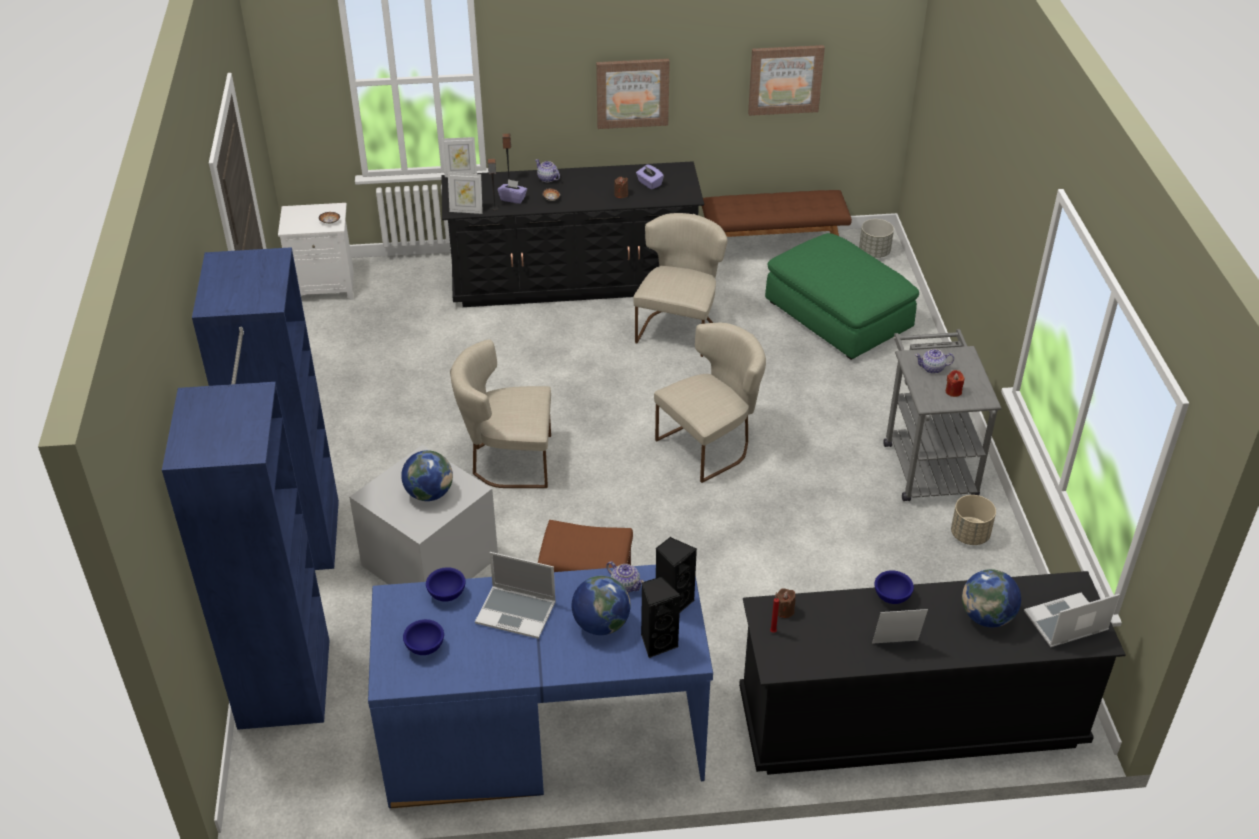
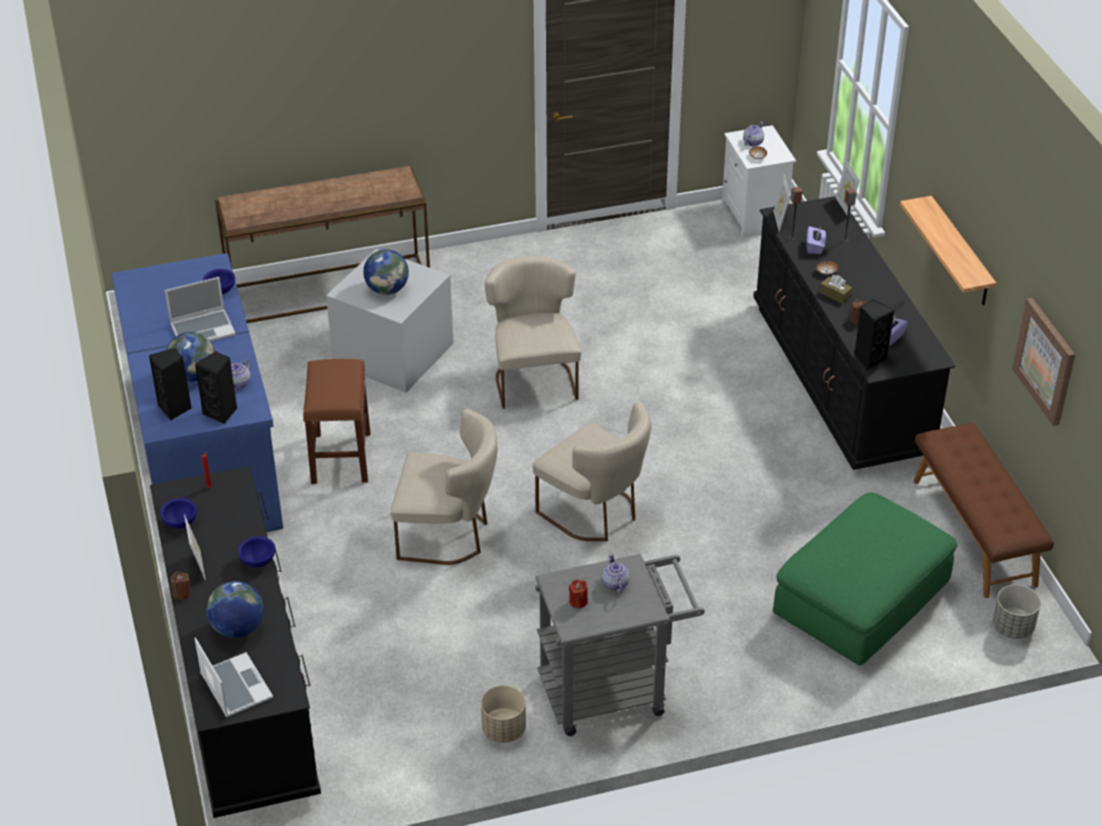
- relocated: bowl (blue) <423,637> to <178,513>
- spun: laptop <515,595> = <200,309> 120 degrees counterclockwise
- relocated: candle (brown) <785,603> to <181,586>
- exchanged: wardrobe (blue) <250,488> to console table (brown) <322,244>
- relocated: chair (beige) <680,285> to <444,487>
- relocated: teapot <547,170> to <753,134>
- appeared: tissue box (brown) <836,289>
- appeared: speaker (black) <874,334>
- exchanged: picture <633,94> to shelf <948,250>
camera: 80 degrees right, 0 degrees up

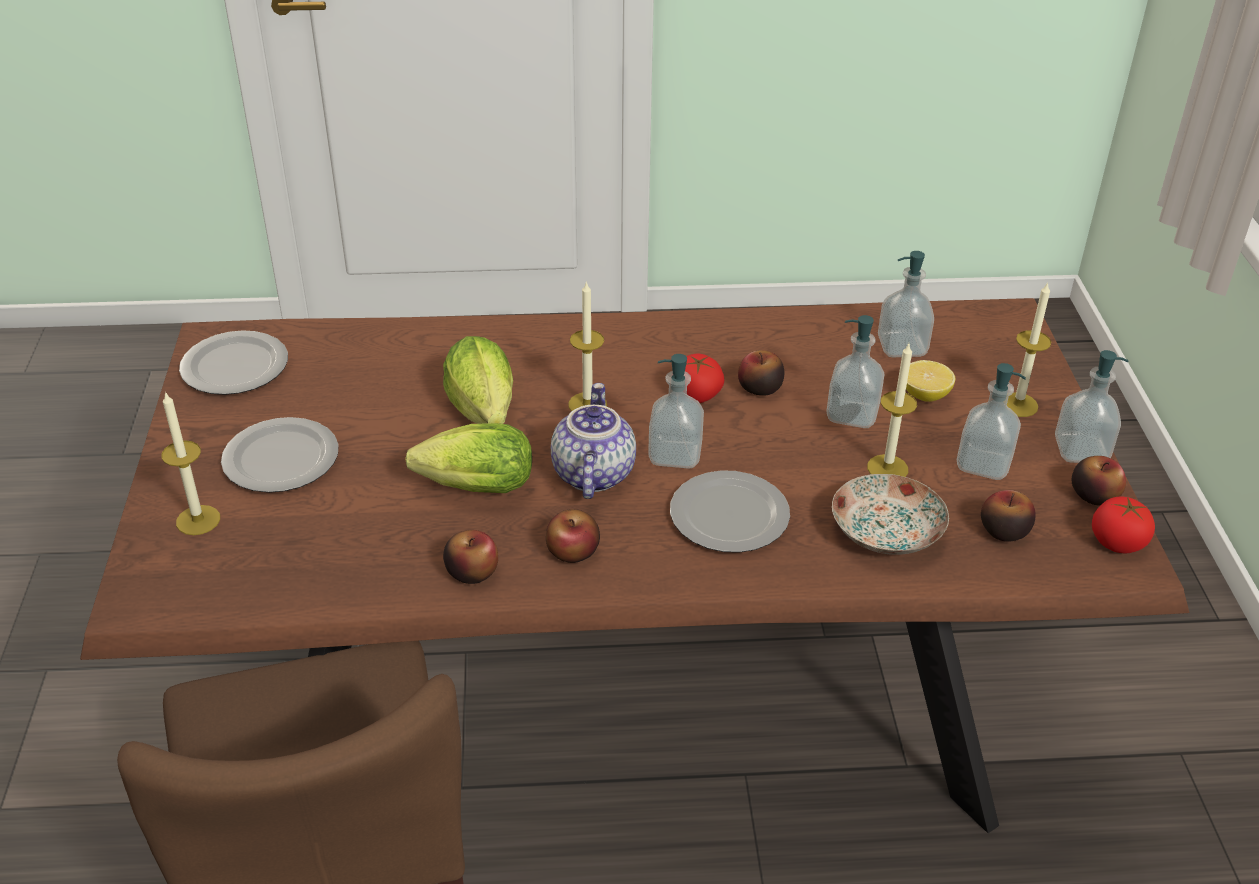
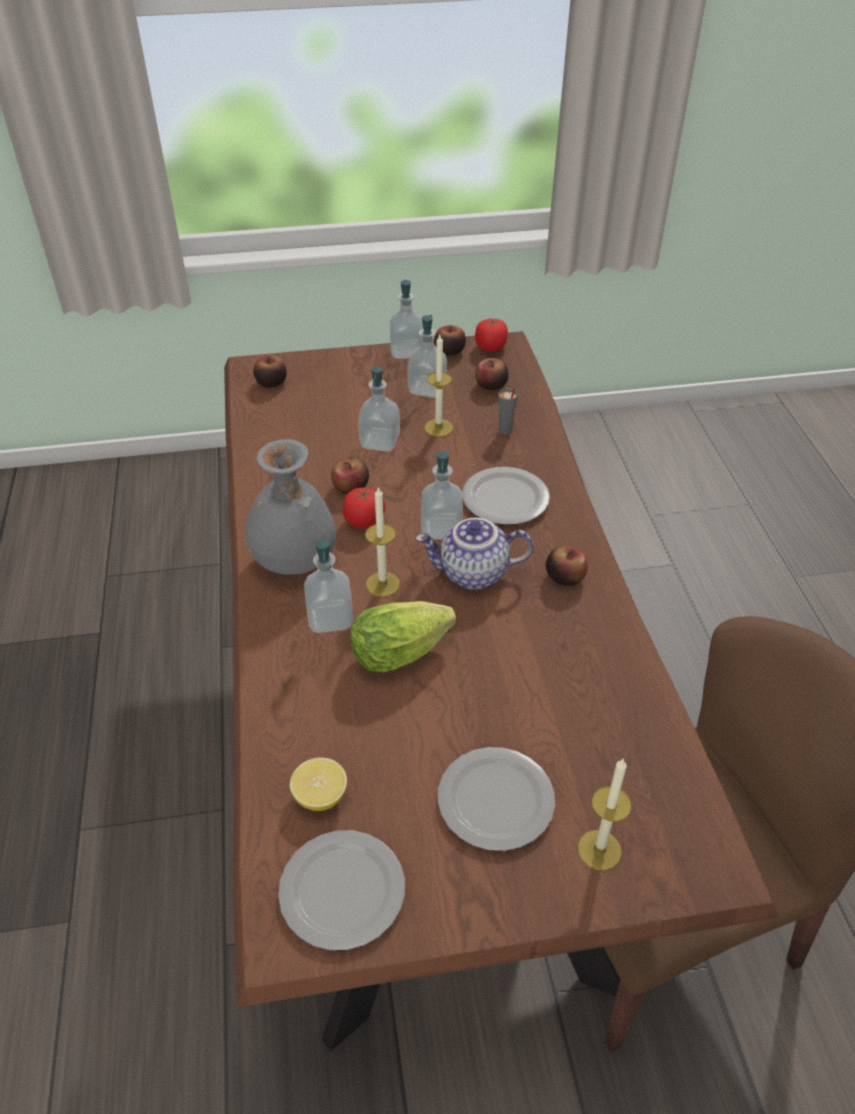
- appeared: vase (grey) <290,507>
- relocated: apple <470,557> to <270,372>
- relocated: lemon <930,381> to <318,784>
- relocated: soap dispenser <906,304> to <329,586>
- exchanged: plate <890,514> to cup (grey) <508,411>
- missing: lettuce <468,458>
- missing: candle <1029,349>
camera: 95 degrees left, 5 degrees up

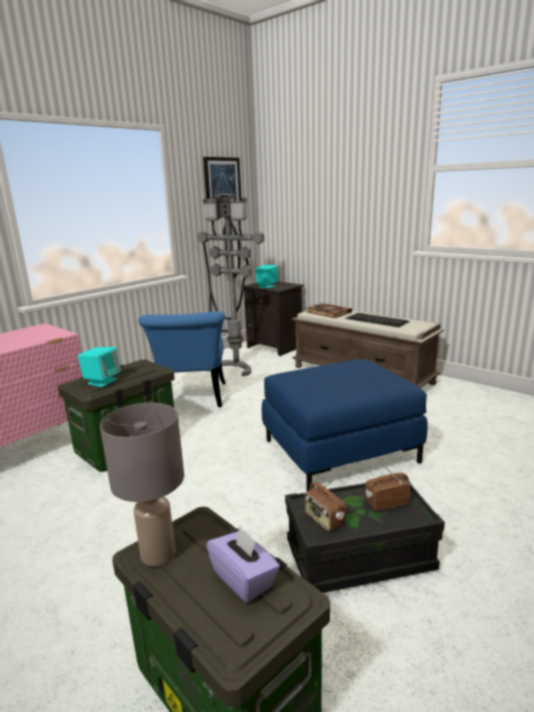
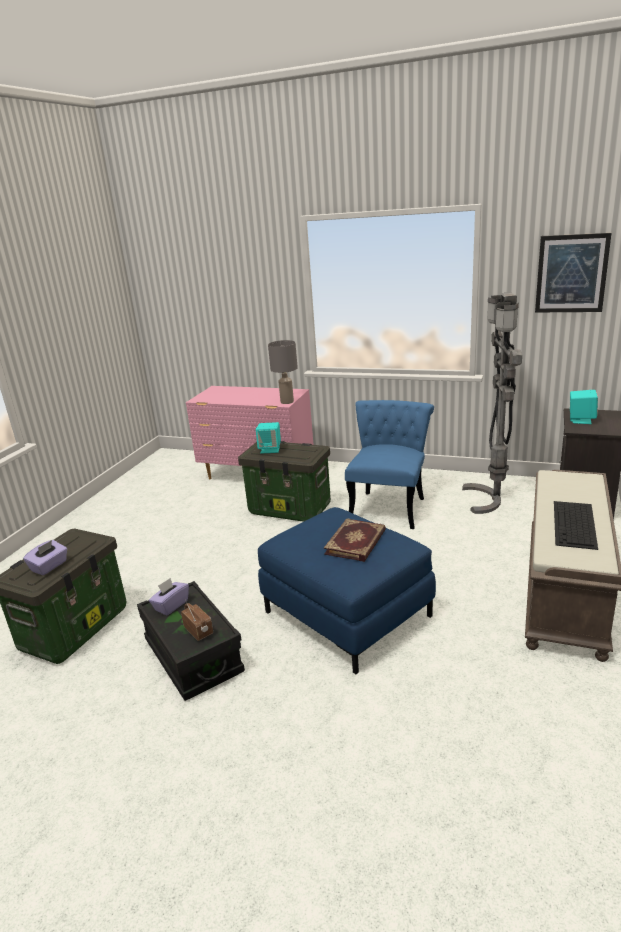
- exchanged: radio <325,505> to tissue box (purple) <169,597>
- relocated: table lamp (grey) <142,484> to <283,372>
- relocated: book <329,310> to <355,540>
- spun: chair (blue) <182,359> = <389,464> 135 degrees clockwise
camera: 70 degrees right, 5 degrees up

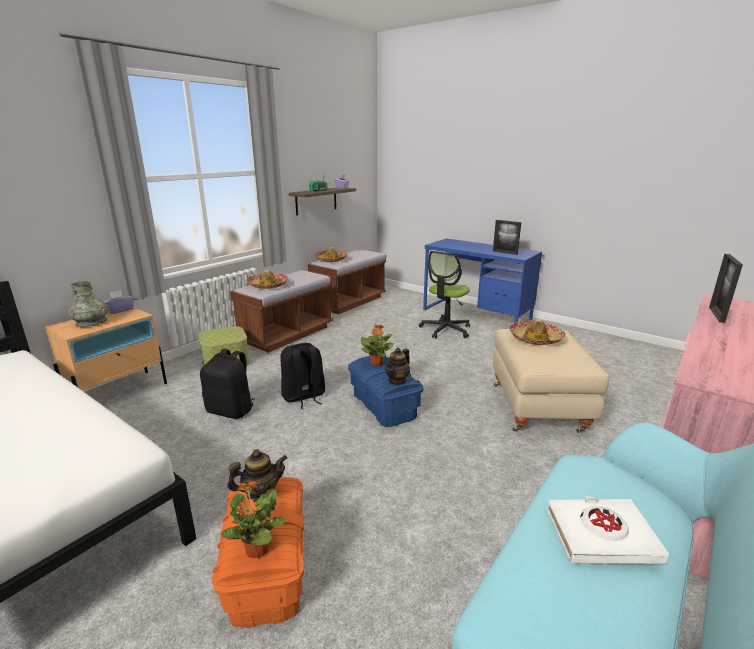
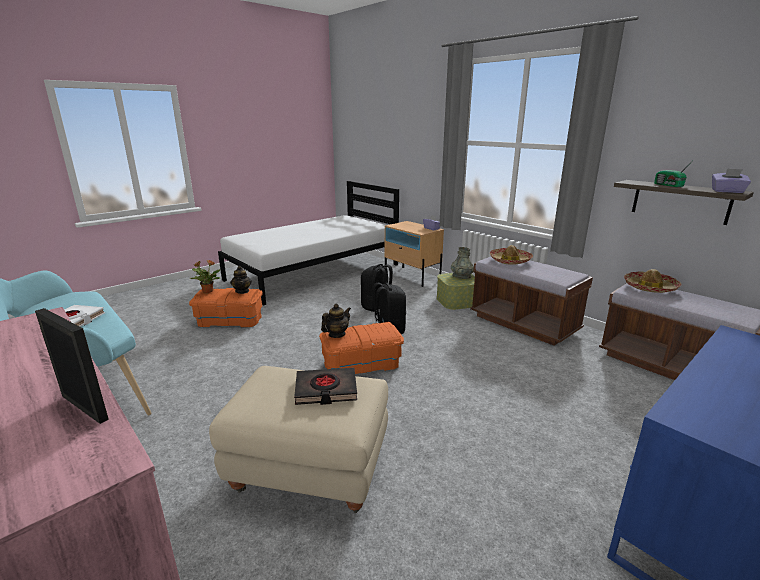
- exchanged: hat <537,332> to book (black) <325,386>
- colour: storage box (blue) <386,391> to storage box (orange) <361,348>
- spun: teapot <397,366> = <336,321> 90 degrees clockwise
- relocated: vase (grey) <88,304> to <462,263>
- missing: potted plant <377,345>
- missing: office chair <444,295>
- missing: picture frame <507,237>
camera: 100 degrees right, 0 degrees up

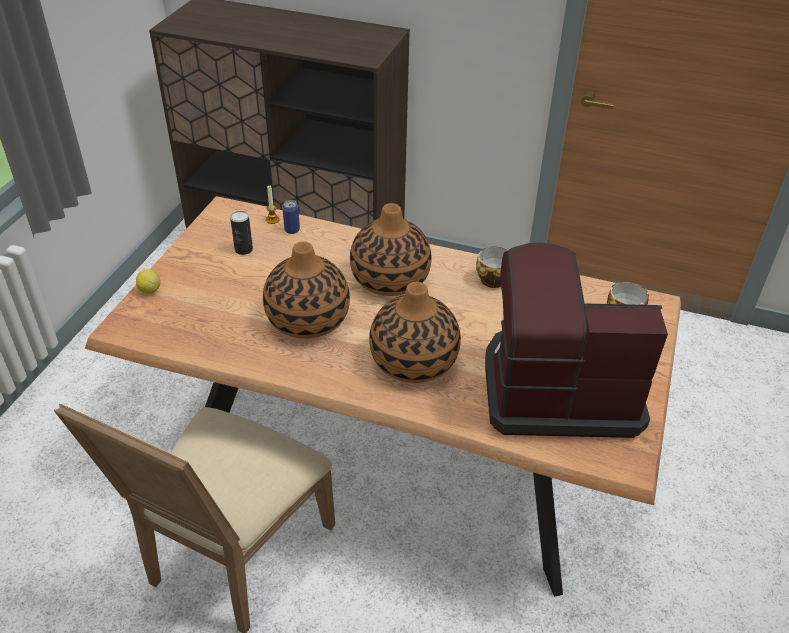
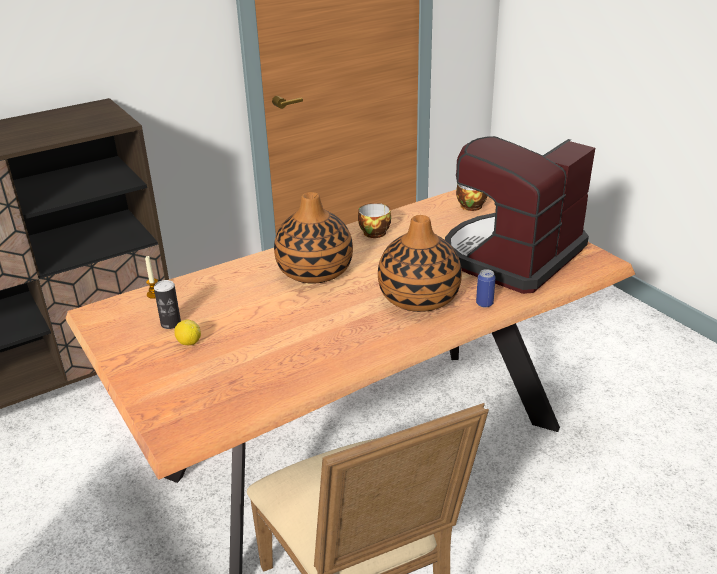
- relocated: lemon <148,281> to <187,332>
- relocated: can <291,217> to <486,288>
- missing: vase <306,290>
camera: 50 degrees left, 10 degrees down

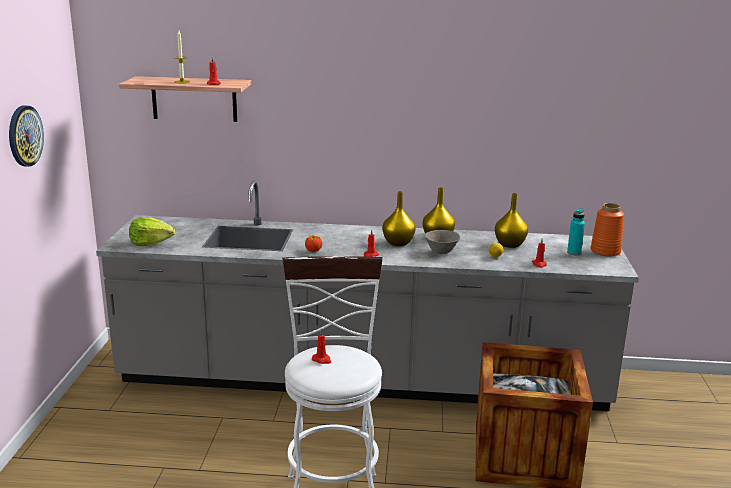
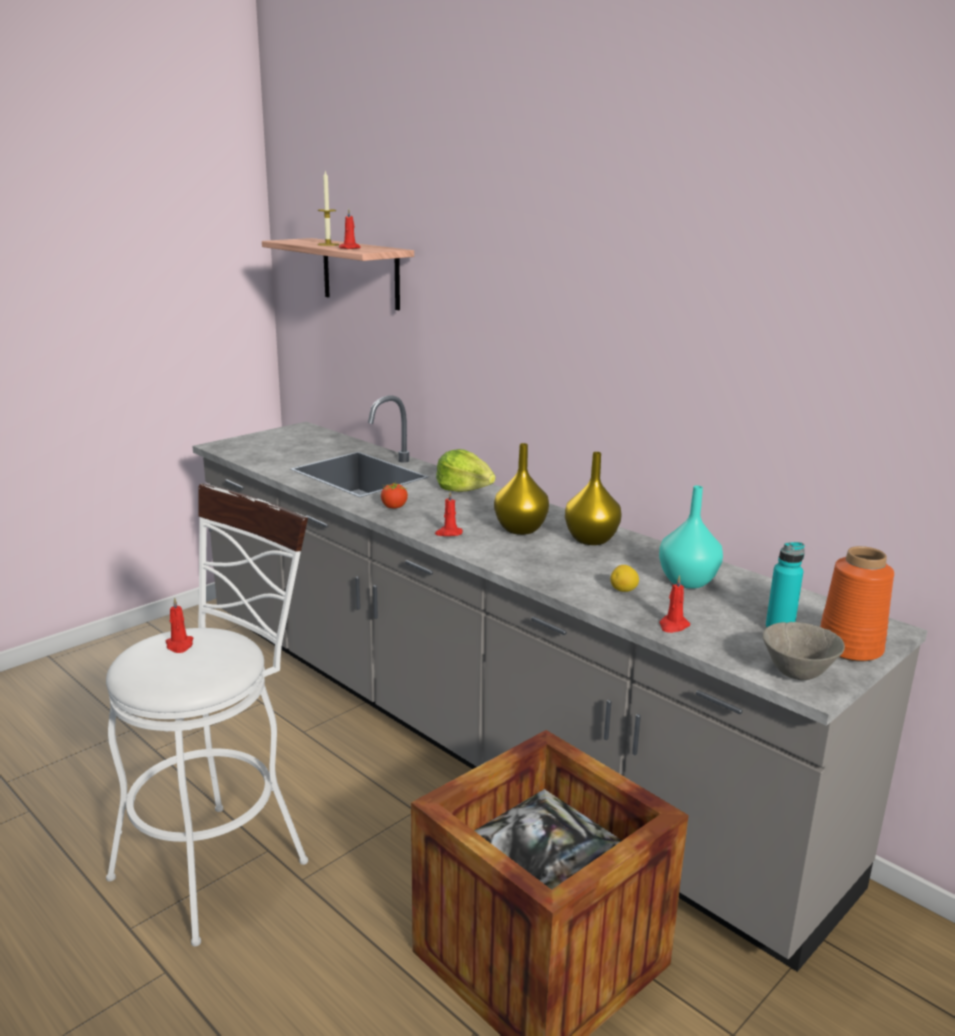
- relocated: lettuce <152,231> to <466,470>
- colour: vase (yellow) <511,220> to vase (turquoise) <691,537>
- relocated: bowl (grey) <442,242> to <804,651>
- missing: wall clock <26,136>
camera: 40 degrees right, 0 degrees up

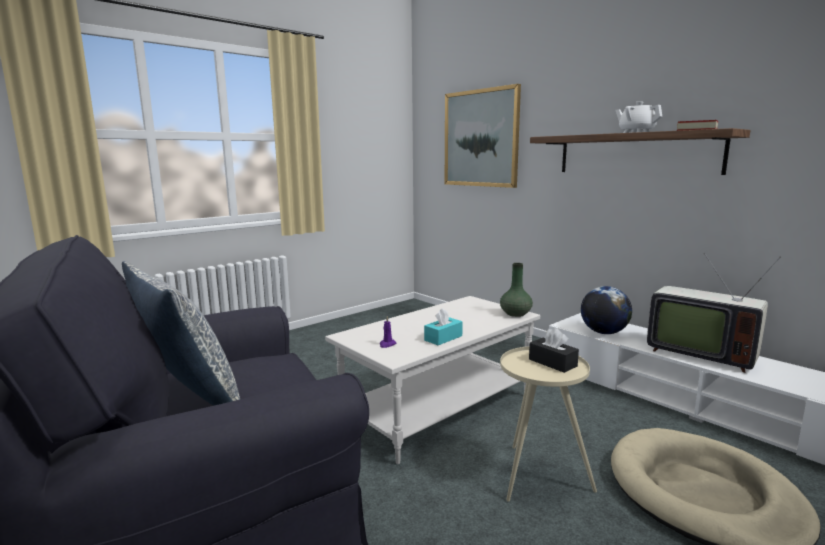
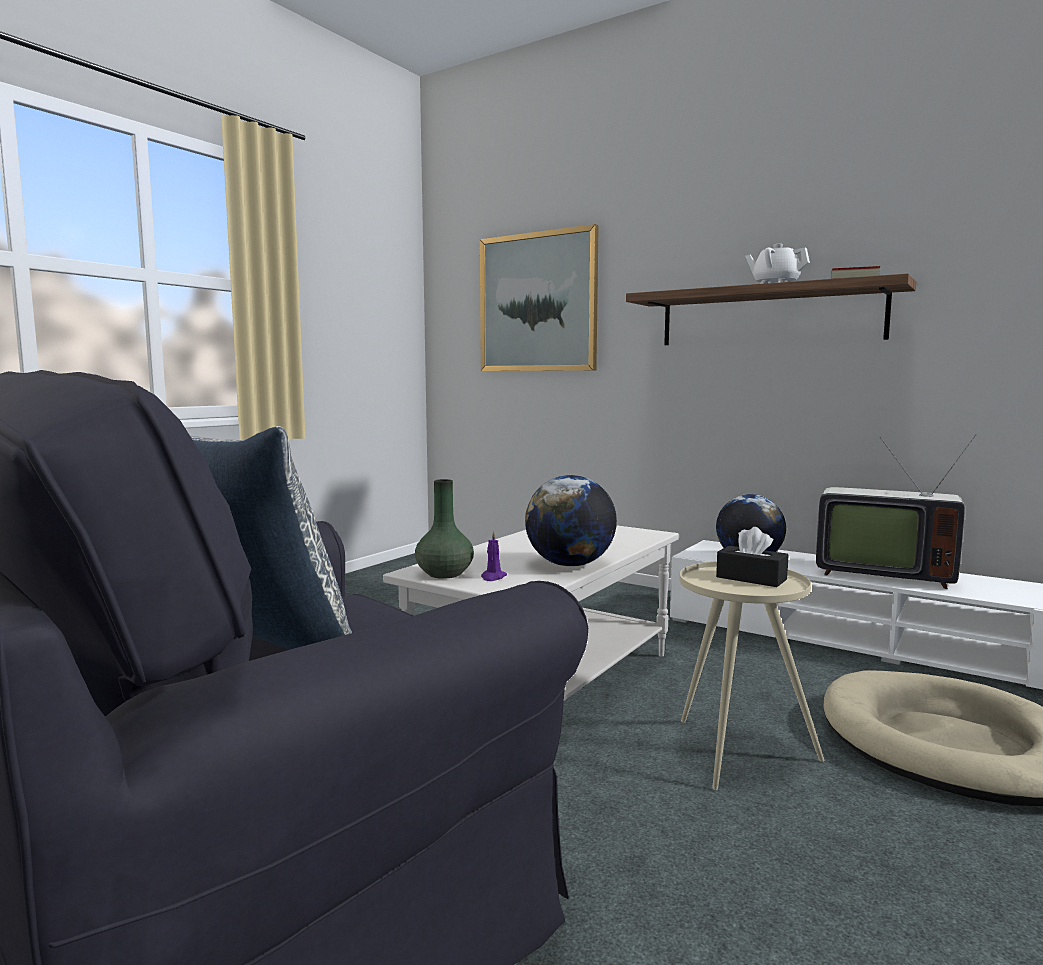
- relocated: vase (green) <516,290> to <444,529>
- exchanged: tissue box (turquoise) <443,326> to globe <571,521>
camera: 15 degrees left, 5 degrees down

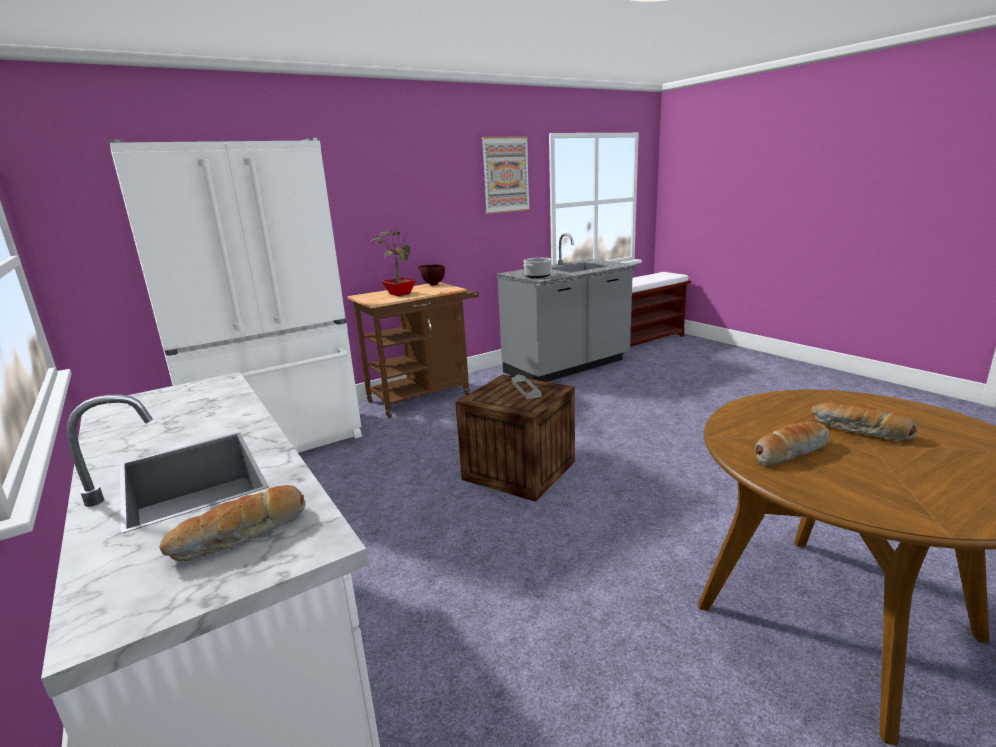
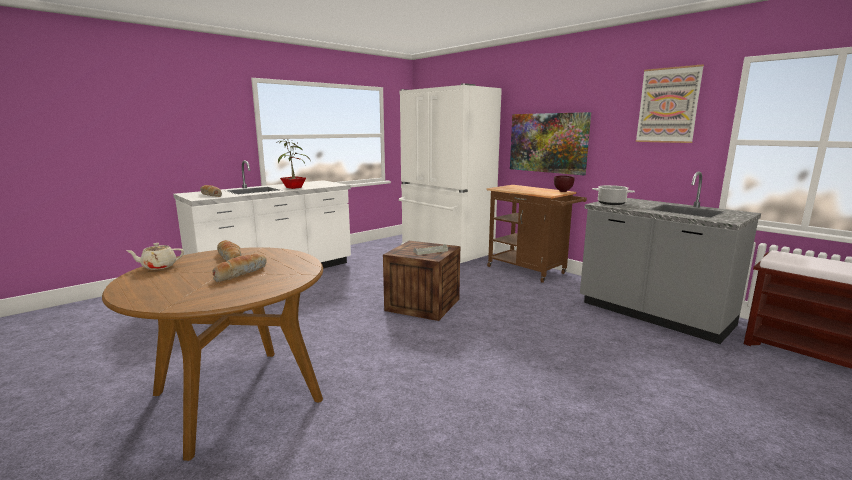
- appeared: teapot (beige) <155,256>
- relocated: potted plant <392,262> to <294,163>
- appeared: picture <550,143>
camera: 80 degrees right, 5 degrees down

